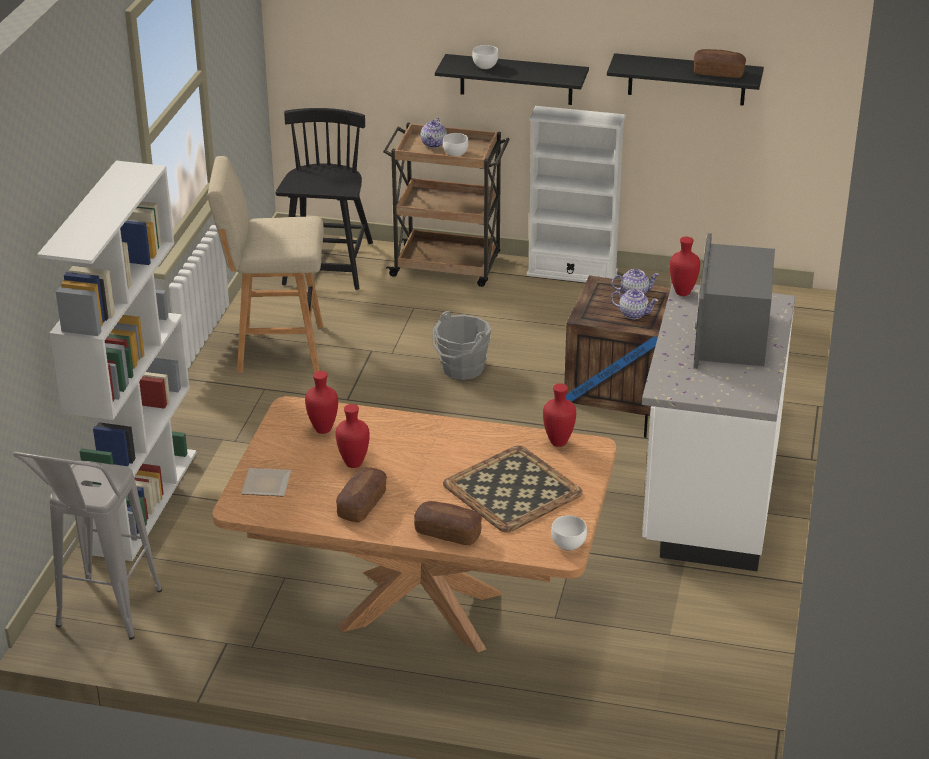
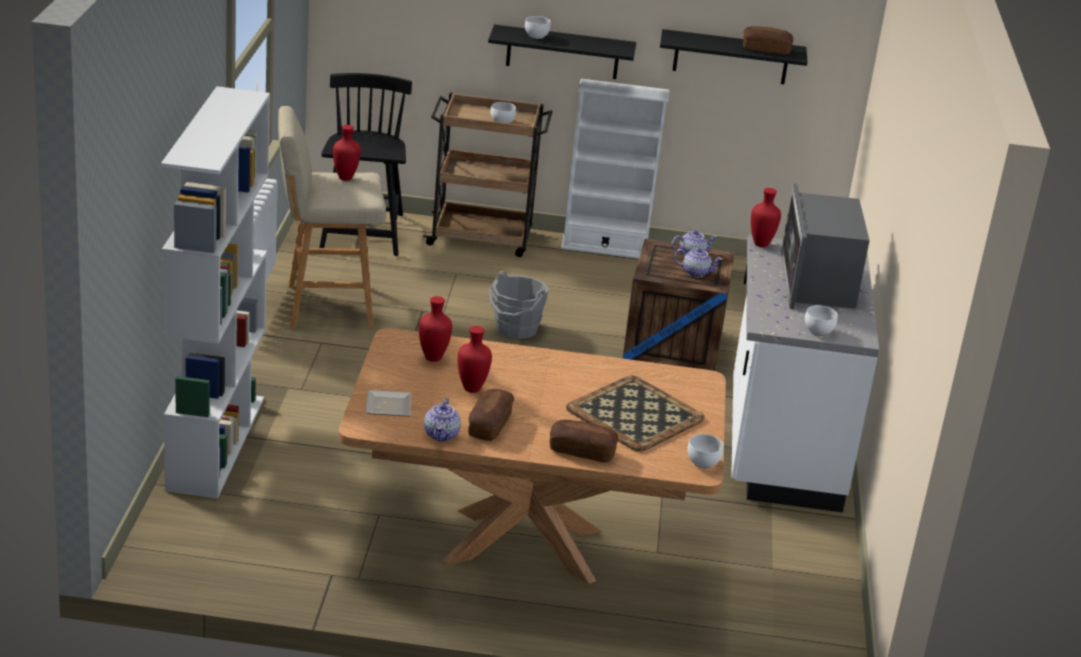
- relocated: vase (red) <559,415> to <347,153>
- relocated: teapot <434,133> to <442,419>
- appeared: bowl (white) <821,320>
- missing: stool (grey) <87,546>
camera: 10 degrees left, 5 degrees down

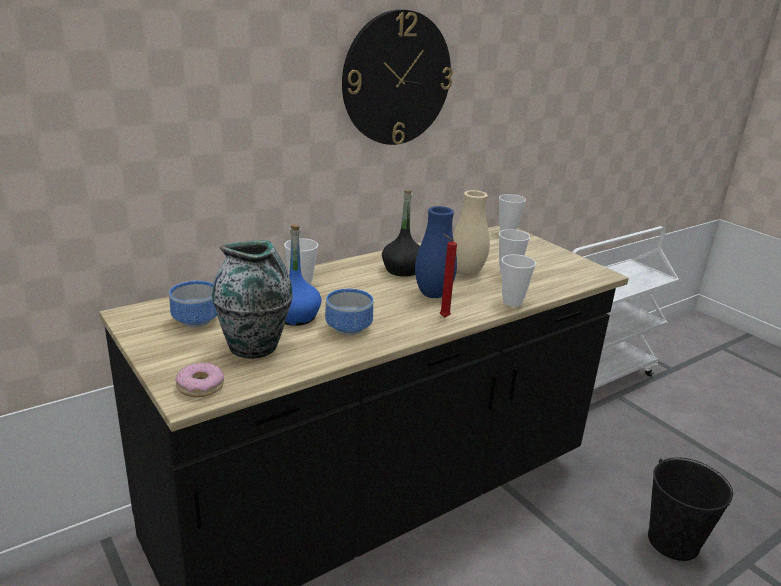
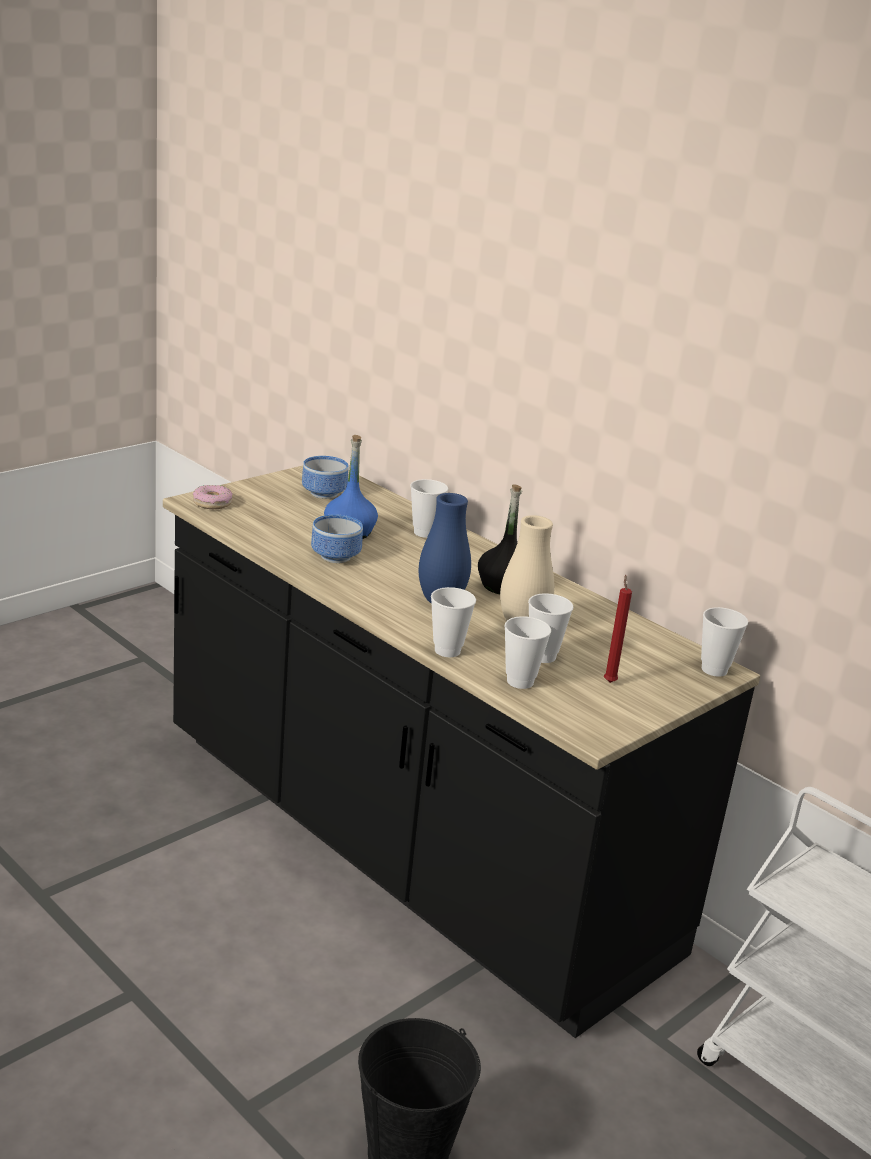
- appeared: cup <527,652>
- relocated: candle (red) <448,275> to <618,628>
- missing: vase <252,299>
- missing: wall clock <397,77>
camera: 80 degrees right, 0 degrees up

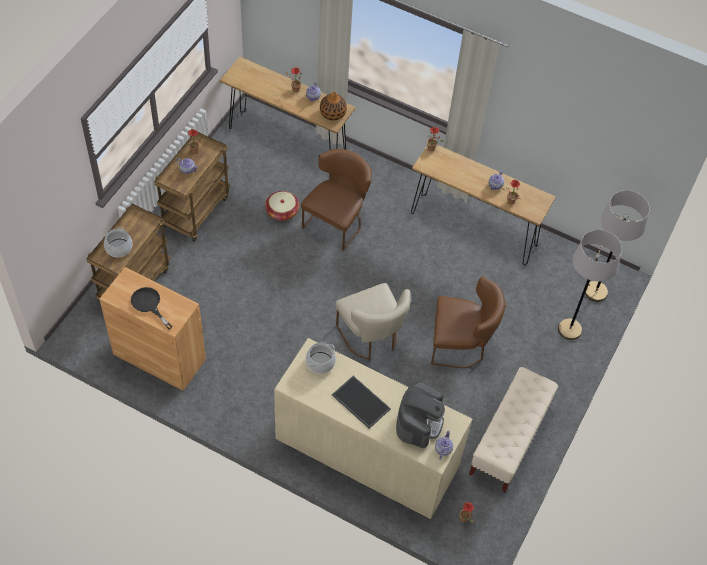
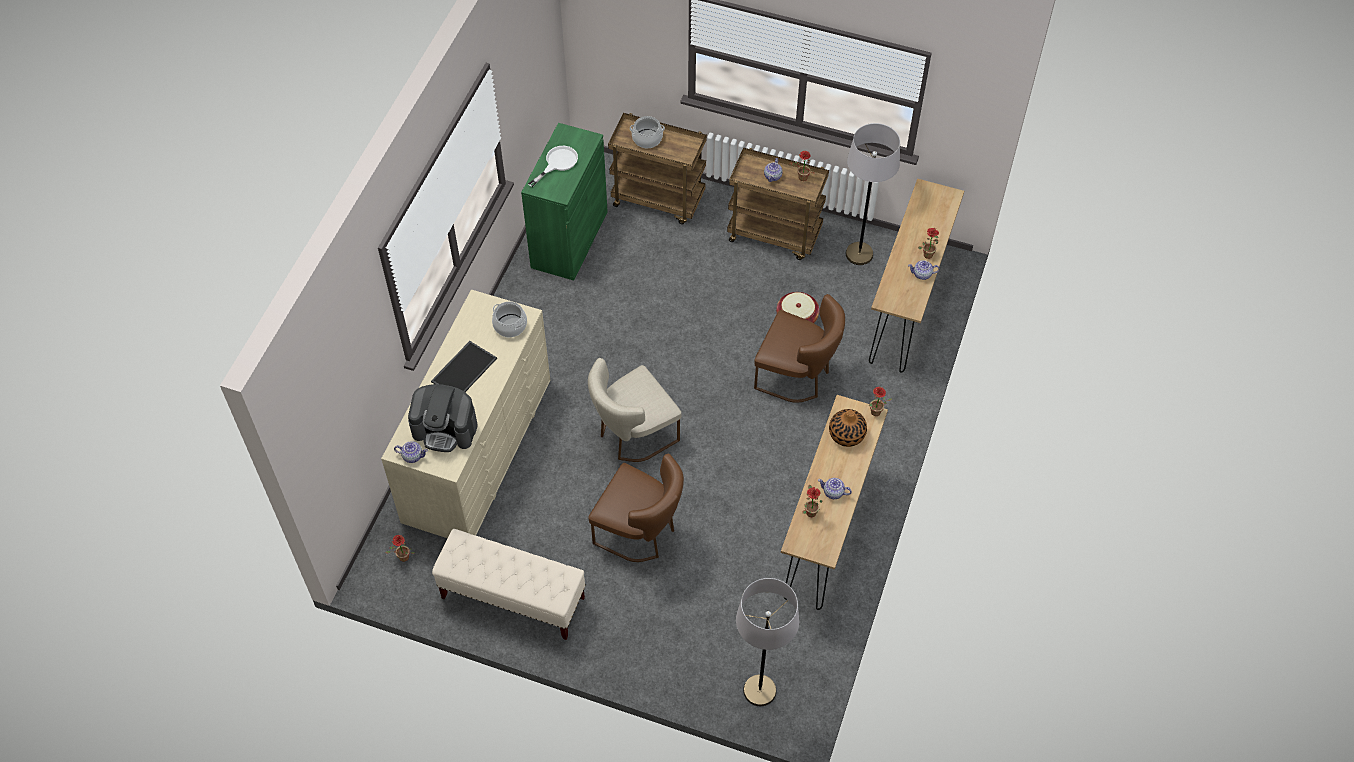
- colour: cabinet (brown) <153,329> to cabinet (green) <564,202>
- colour: frying pan (black) <152,308> to frying pan (white) <553,166>
- spun: chair (brown) <468,322> = <636,508> 60 degrees counterclockwise
- relocated: vase <333,106> to <848,428>
- relocated: floor lamp (grey) <590,285> to <873,194>
camera: 85 degrees right, 0 degrees up

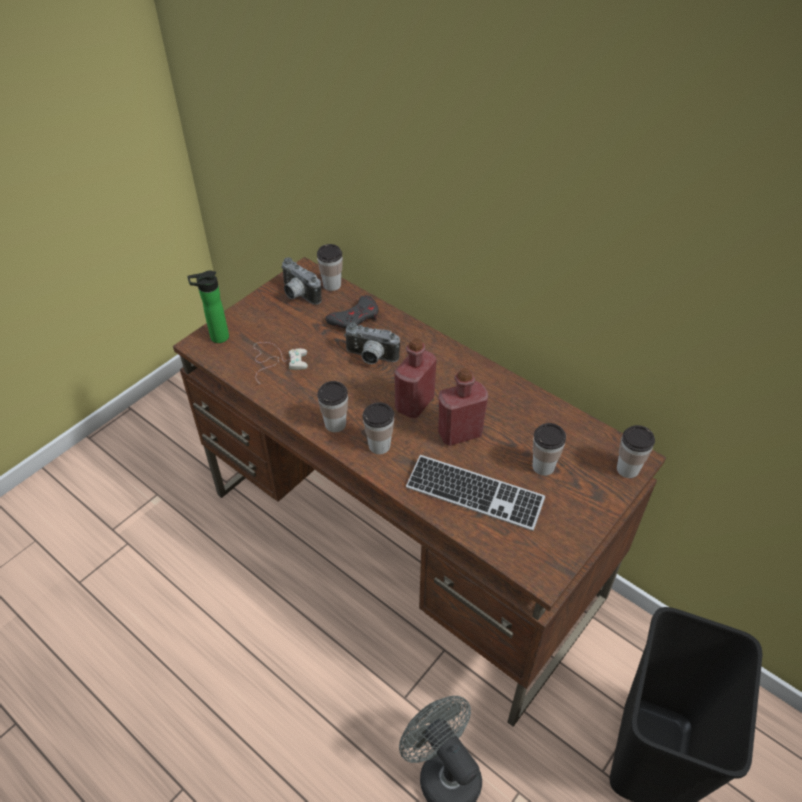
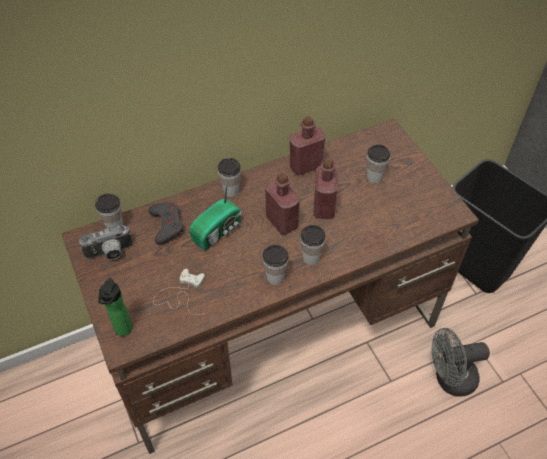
- exchanged: photo camera <372,343> to radio <215,212>
- relocated: cup <636,451> to <229,177>
- appeared: bottle (red) <307,145>
- missing: keyboard <475,493>
camera: 65 degrees left, 5 degrees up

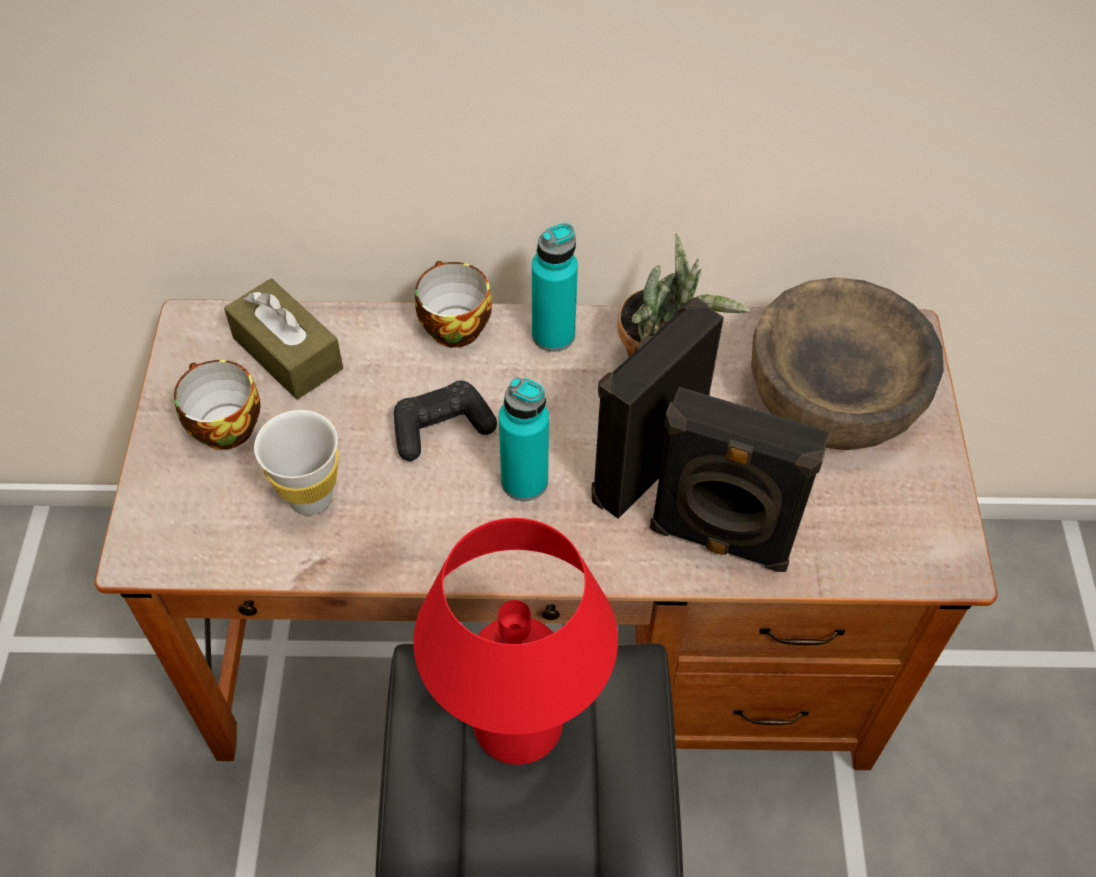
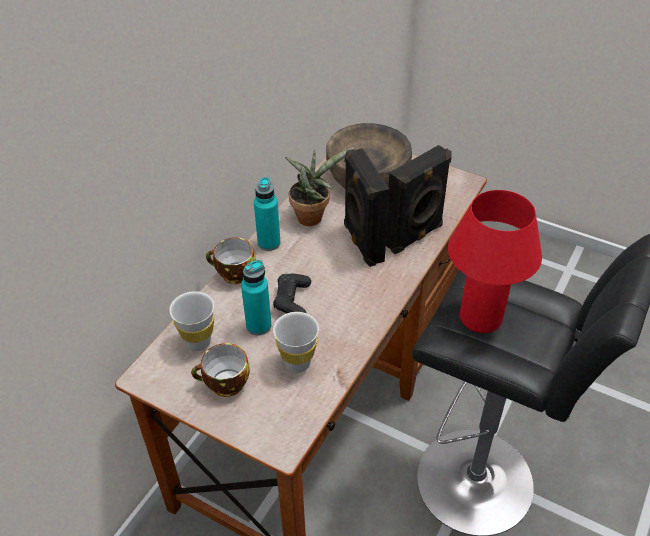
- exchanged: tissue box (brown) <283,339> to cup (white) <192,321>
- relocated: bottle (turquoise) <524,439> to <256,297>
camera: 60 degrees left, 10 degrees down

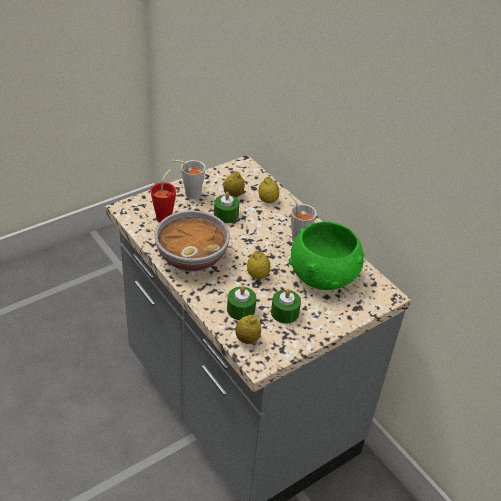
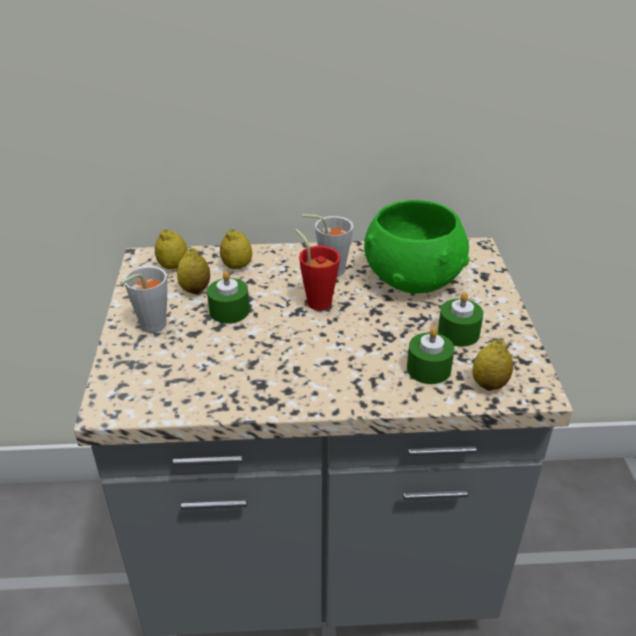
- relocated: lemon <258,265> to <171,249>
- relocated: cup (red) <163,196> to <317,269>
- missing: bowl <192,241>
camera: 55 degrees left, 5 degrees down

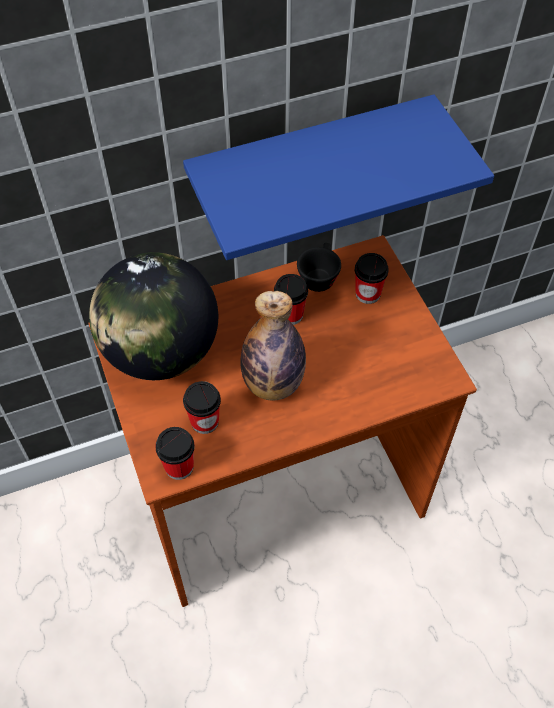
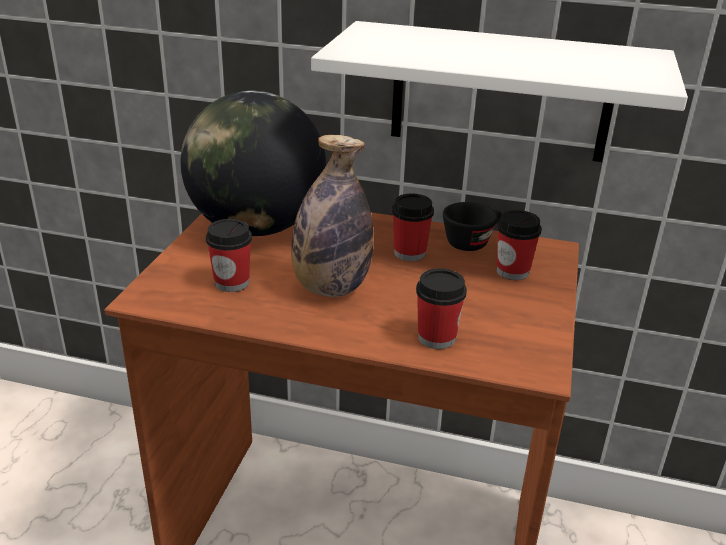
- colour: shelf (blue) <338,177> to shelf (white) <499,91>
- relocated: cup <175,453> to <441,308>
camera: 35 degrees right, 25 degrees down

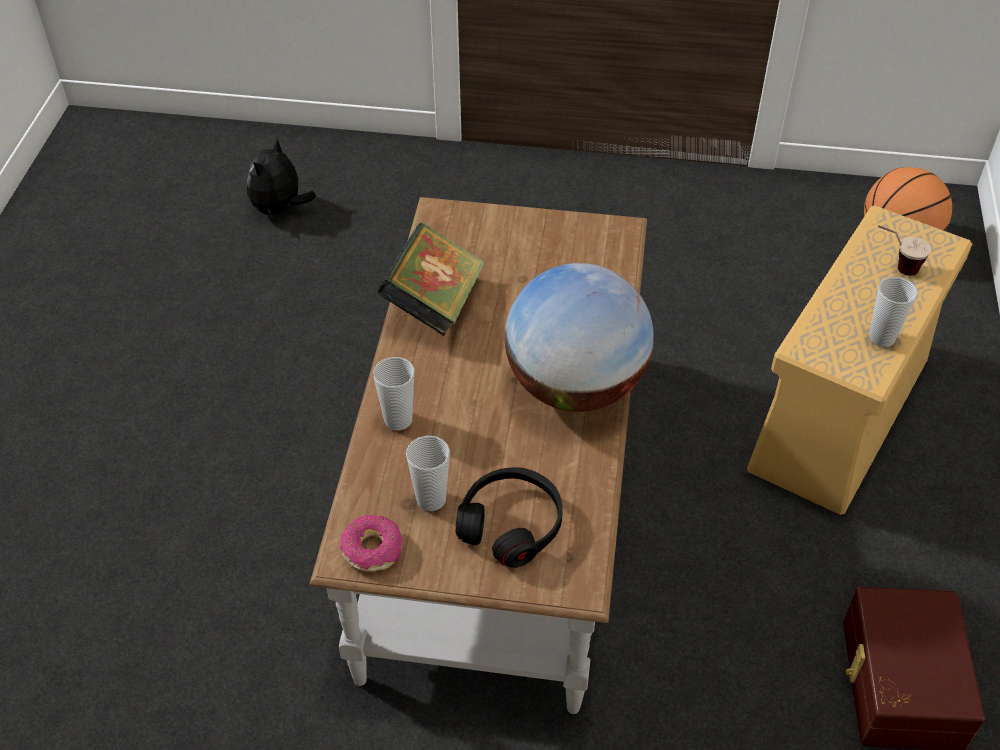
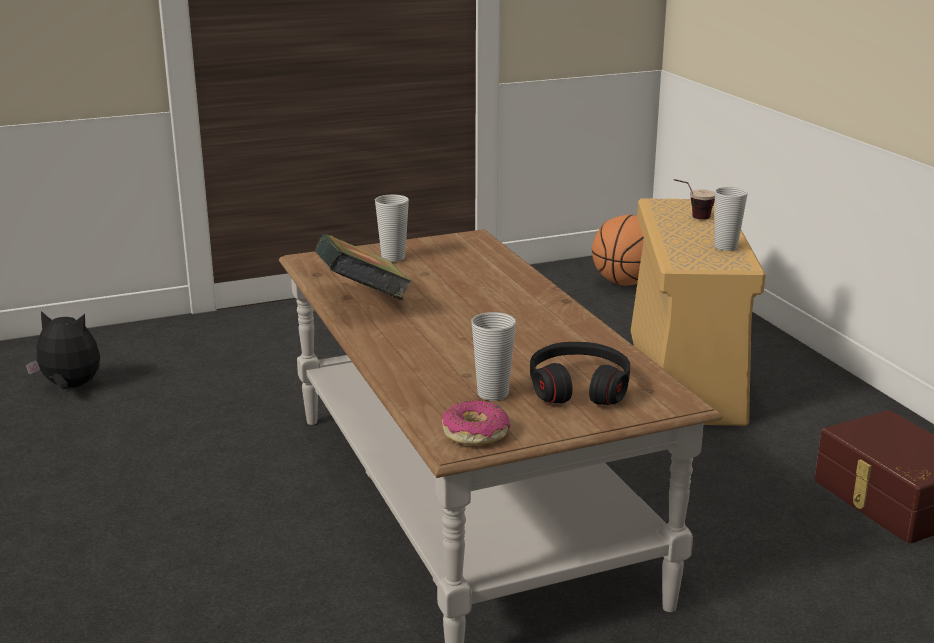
- spun: plush toy <281,177> = <63,350> 105 degrees clockwise
- relocated: cup <394,393> to <392,228>
- missing: globe <579,337>
camera: 30 degrees left, 25 degrees down

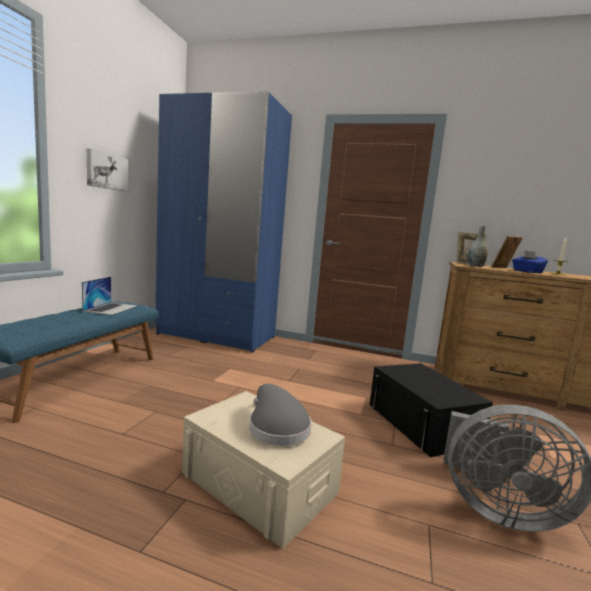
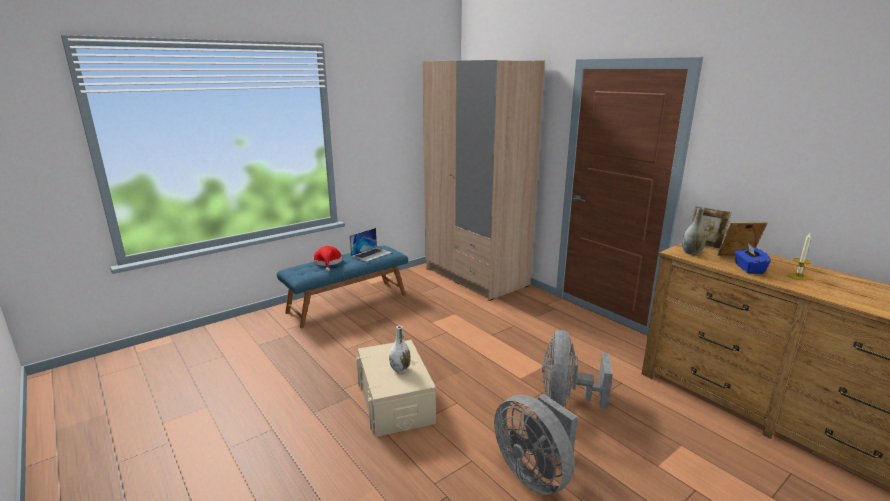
- appeared: hat (red) <327,259>
- exchanged: hat (grey) <280,415> to vase (white) <400,349>
- colour: wardrobe (blue) <223,222> to wardrobe (beige) <484,180>
- exchanged: storage box (black) <431,410> to fan (grey) <577,369>
- missing: picture <108,170>
camera: 35 degrees right, 10 degrees up

